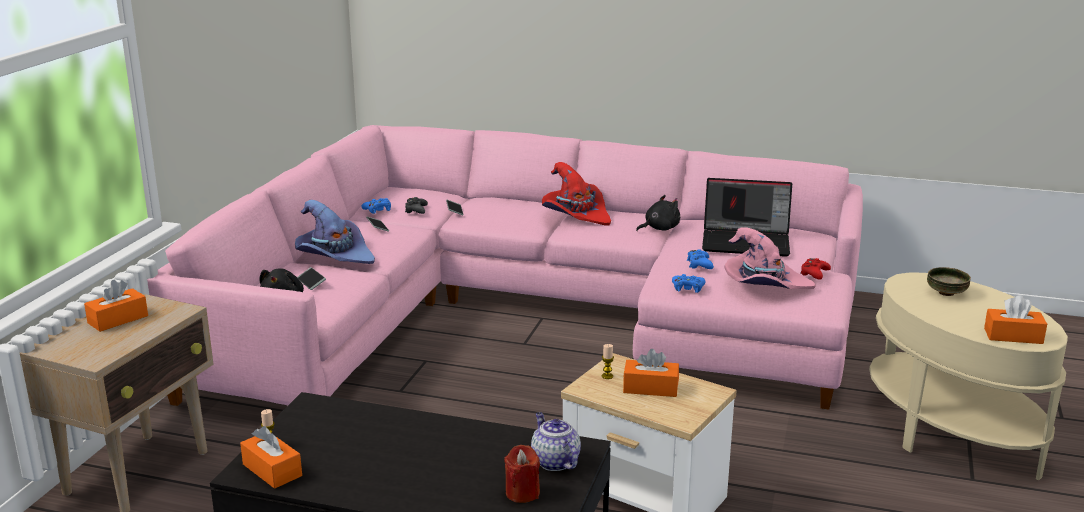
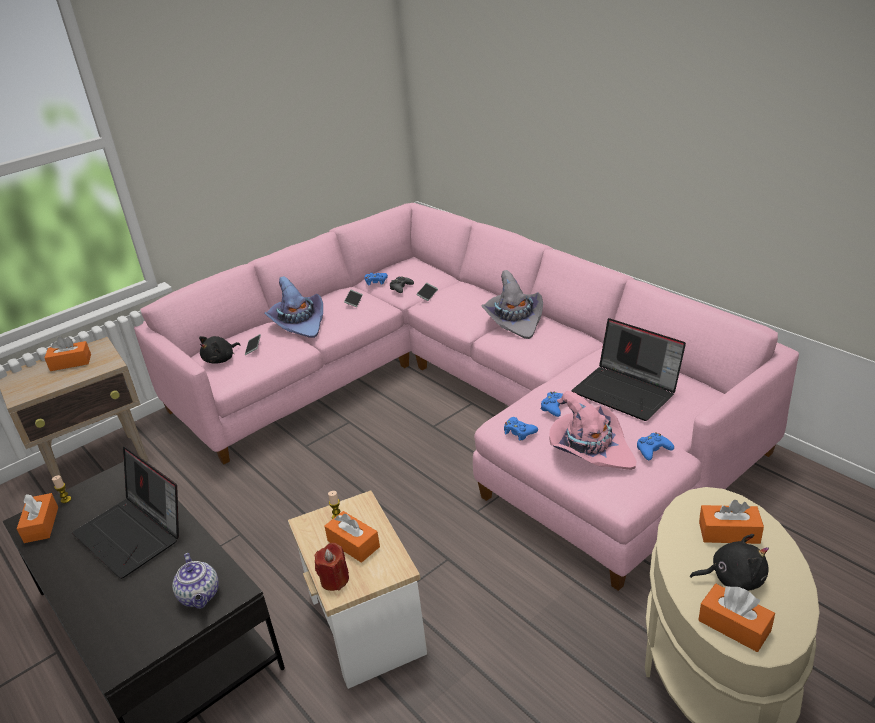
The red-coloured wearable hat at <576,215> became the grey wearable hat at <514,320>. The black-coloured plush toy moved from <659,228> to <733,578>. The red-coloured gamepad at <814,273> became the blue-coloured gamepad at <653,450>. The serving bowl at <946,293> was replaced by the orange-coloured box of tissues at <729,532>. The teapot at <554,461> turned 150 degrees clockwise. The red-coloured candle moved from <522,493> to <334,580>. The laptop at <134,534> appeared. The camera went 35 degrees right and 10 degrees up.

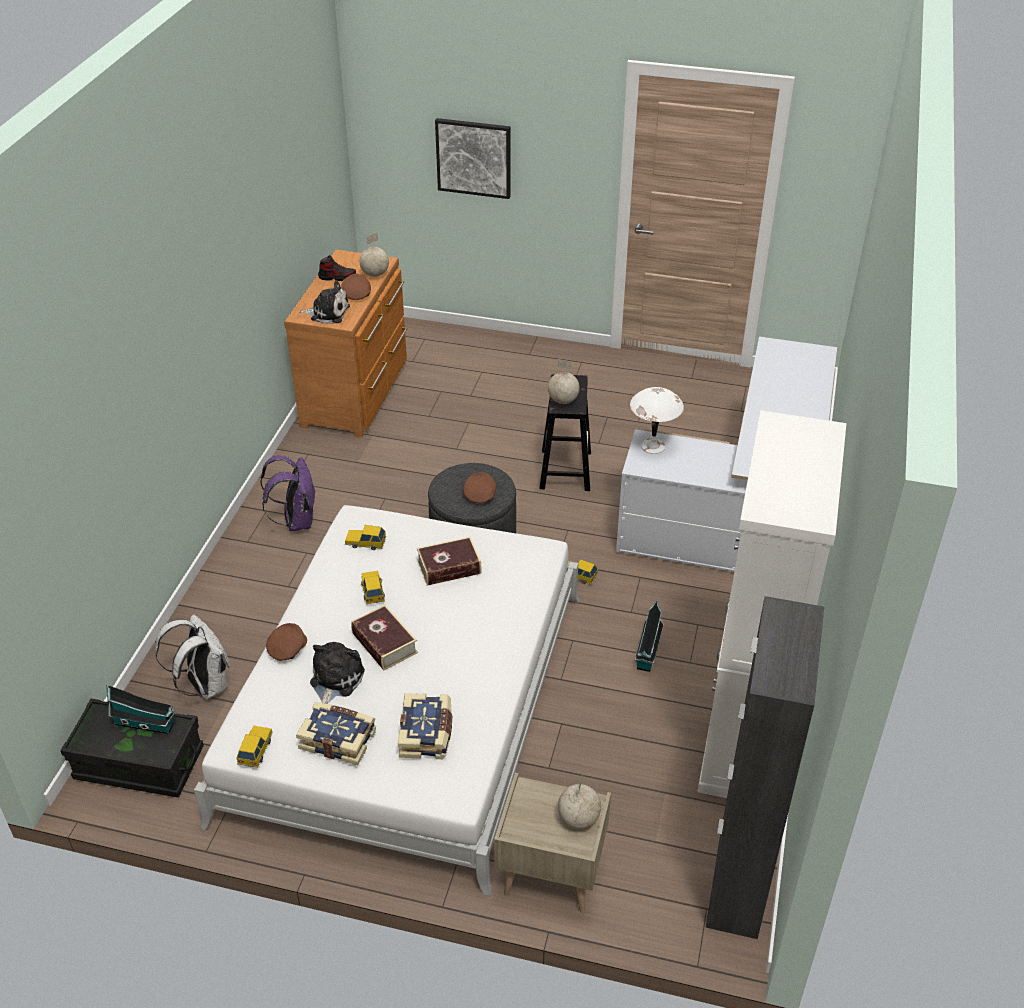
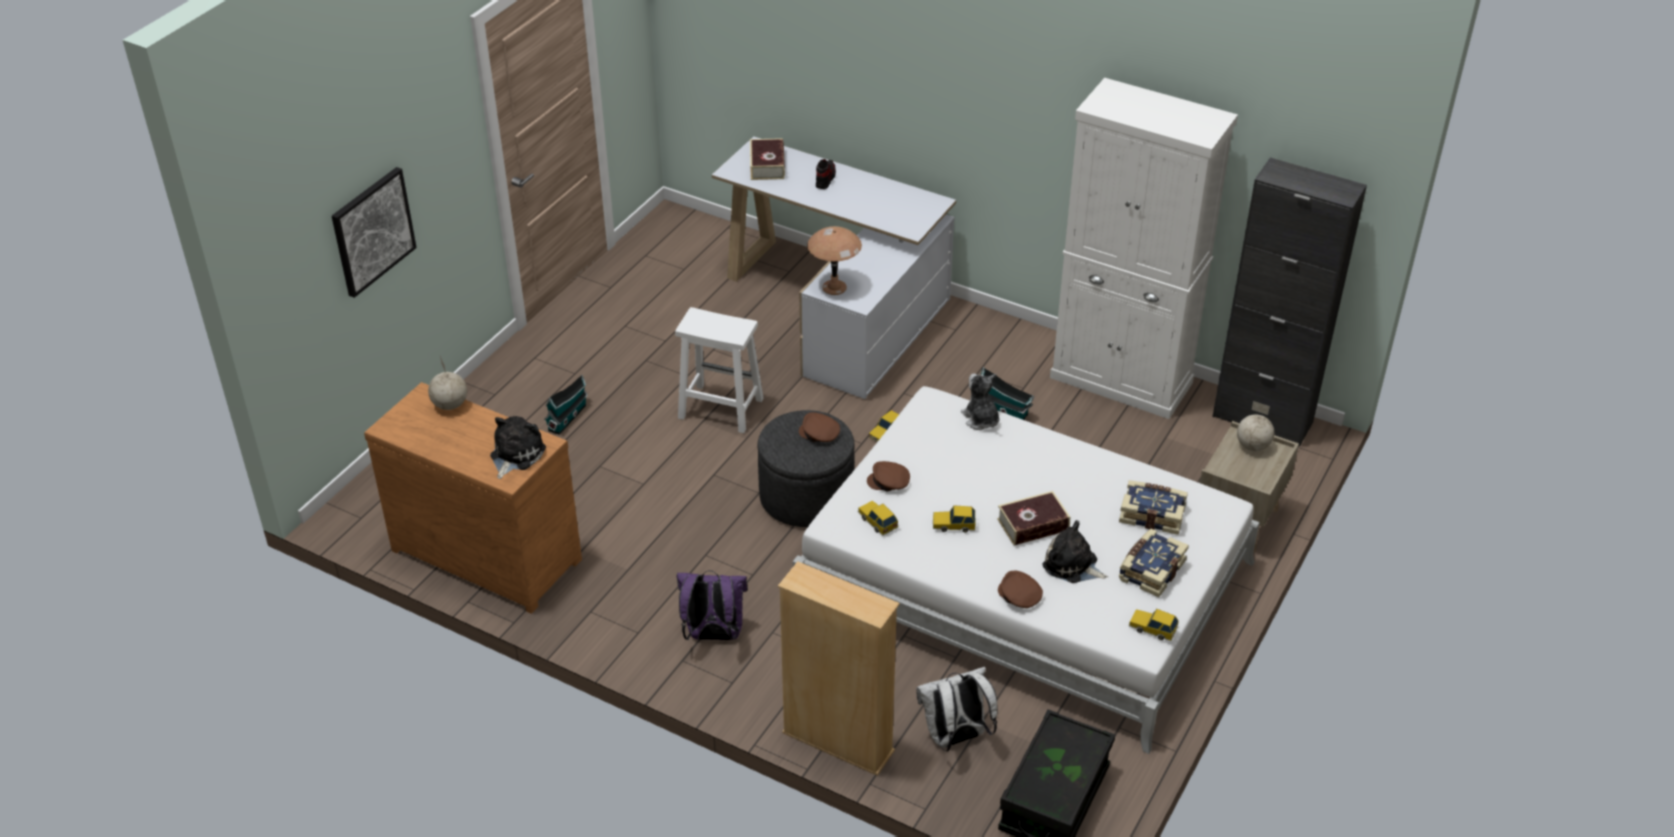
The low shoe moved from <337,277> to <825,178>. The brownish peaked cap moved from <356,293> to <889,482>. The globe at <563,401> disappeared. The black-coloured sitting stool at <565,469> became the whitish sitting stool at <719,408>. The whitish tabletop lamp at <653,446> became the brownish tabletop lamp at <834,287>. The model car at <365,542> turned 120 degrees clockwise. The volume moved from <449,567> to <767,165>. The miniature house moved from <147,724> to <568,417>. The plush toy at <981,419> appeared. The sand-coloured shelving unit at <838,742> appeared. The camera went 75 degrees left and 0 degrees up.

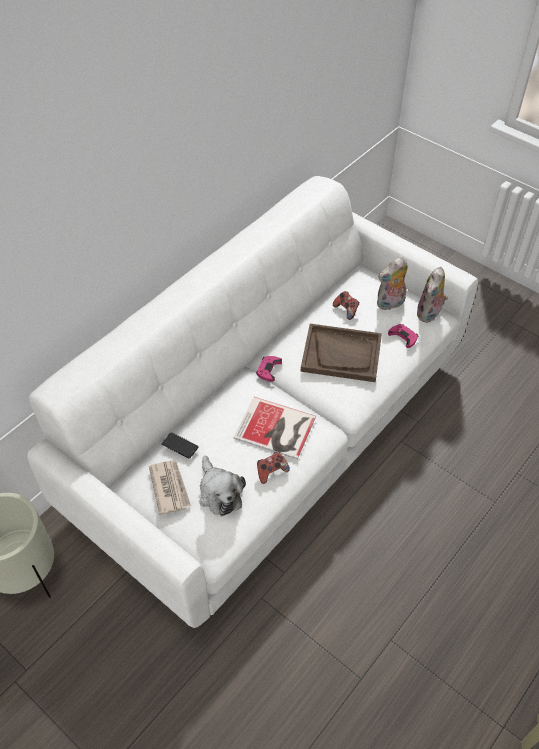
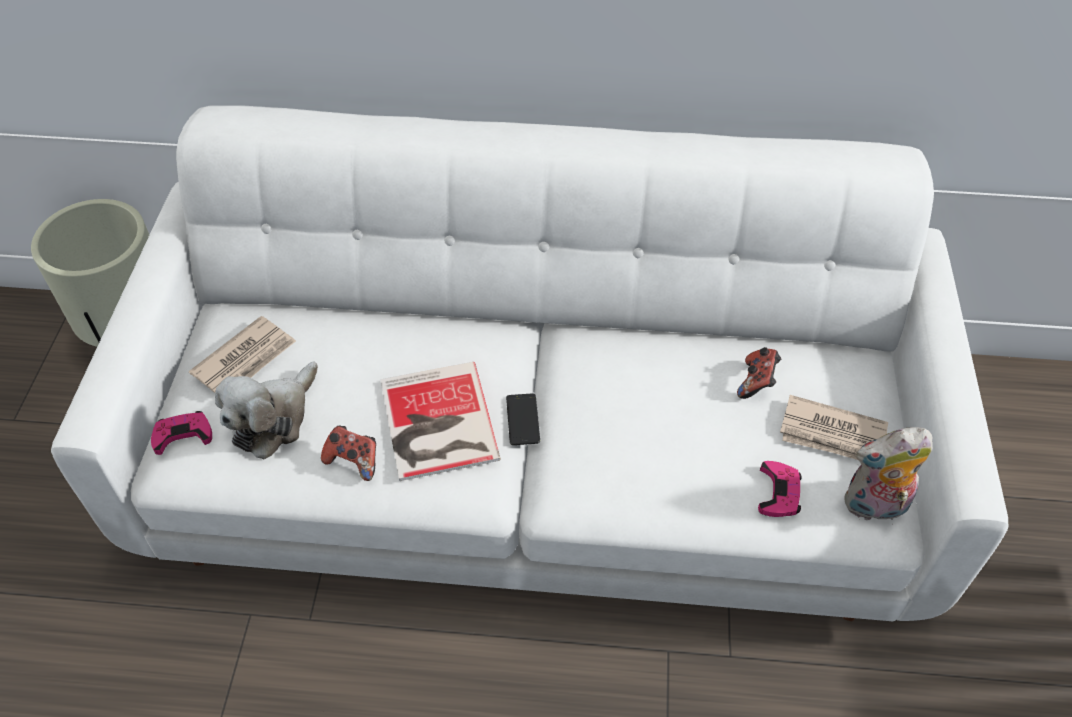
The plush toy at <390,304> was replaced by the printed paper at <833,435>. The brownish carrying tray at <341,354> disappeared. The pink-coloured gamepad moved from <268,369> to <183,435>. The handset moved from <180,445> to <523,419>. The camera went 55 degrees right and 0 degrees up.

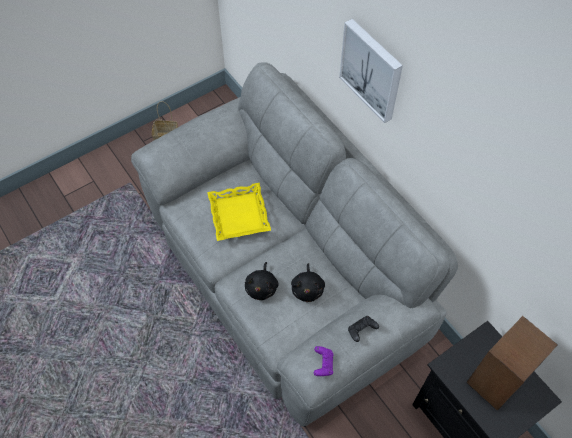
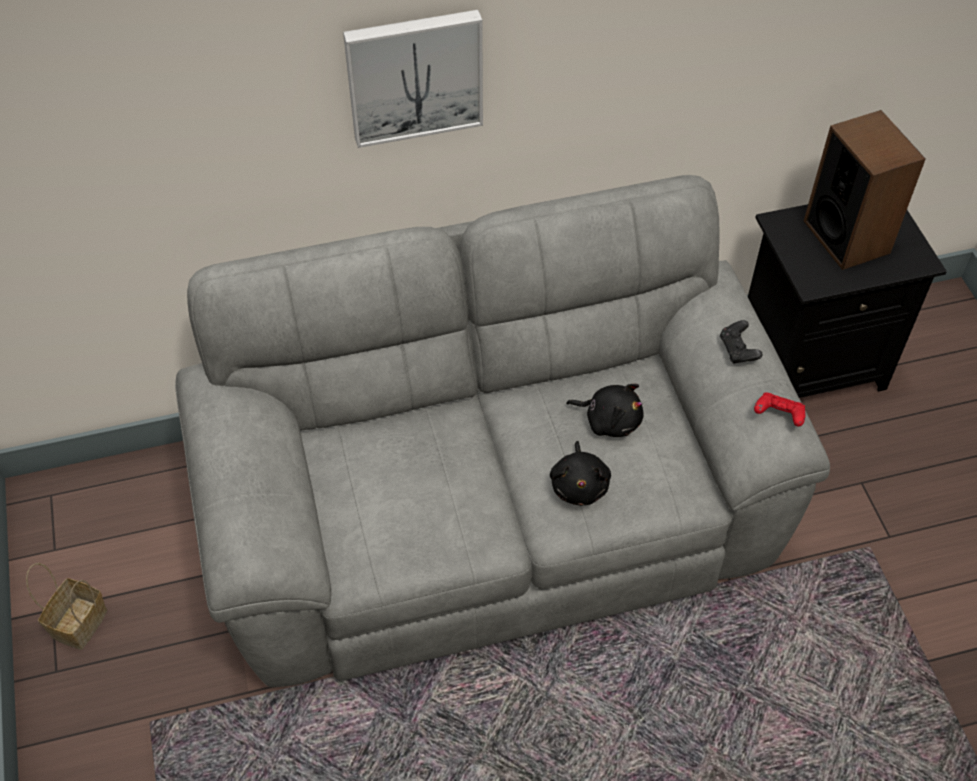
The yellow carrying tray at <239,215> disappeared. The black-coloured plush toy at <262,287> turned 60 degrees clockwise. The purple gamepad at <323,364> became the red-coloured gamepad at <778,415>. The camera went 70 degrees left and 5 degrees down.

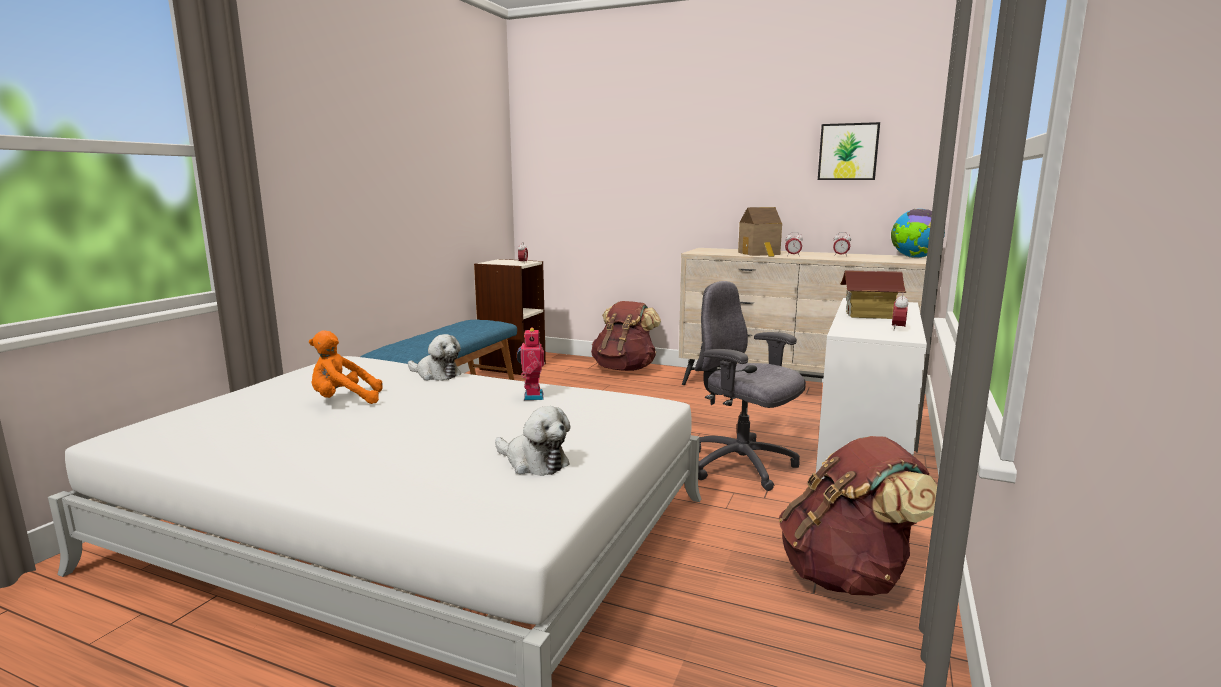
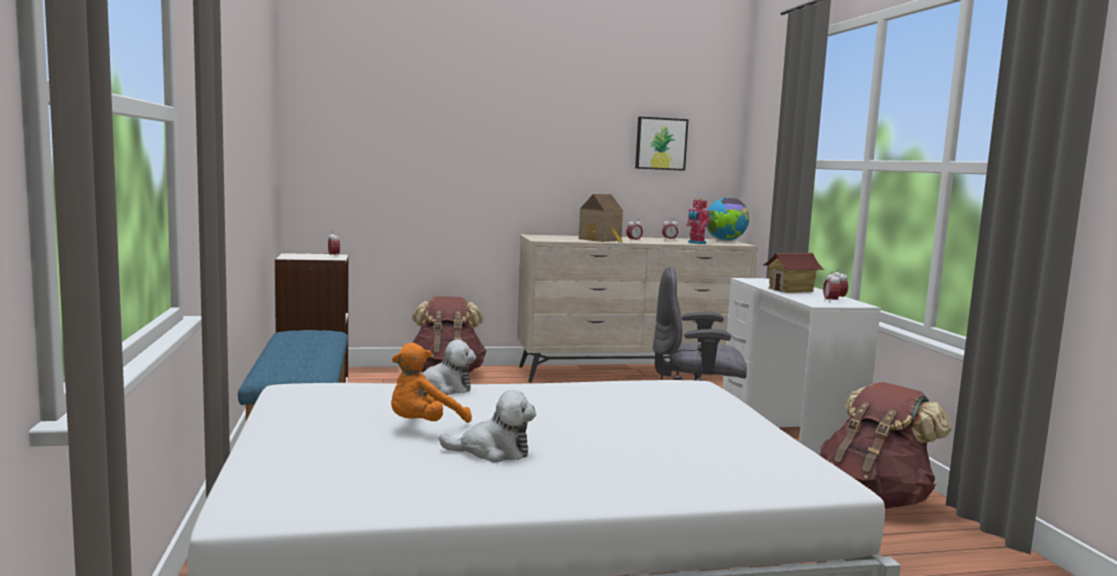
The toy robot moved from <531,396> to <696,243>. The plush toy moved from <533,462> to <493,451>. The table clock at <830,302> appeared. The camera went 35 degrees left and 5 degrees down.

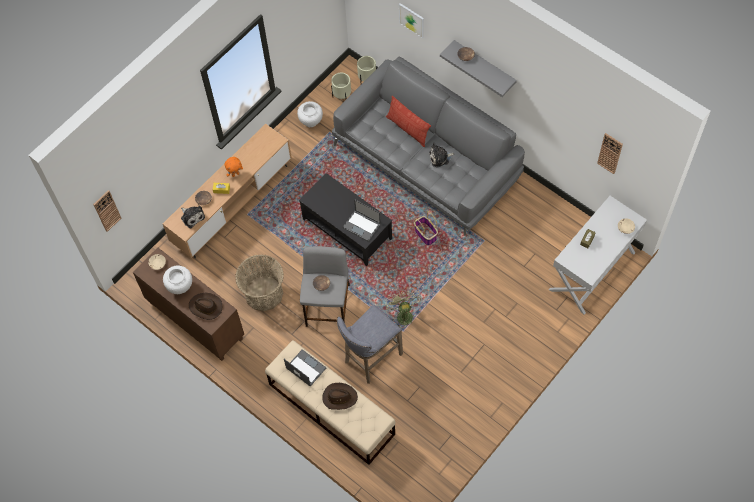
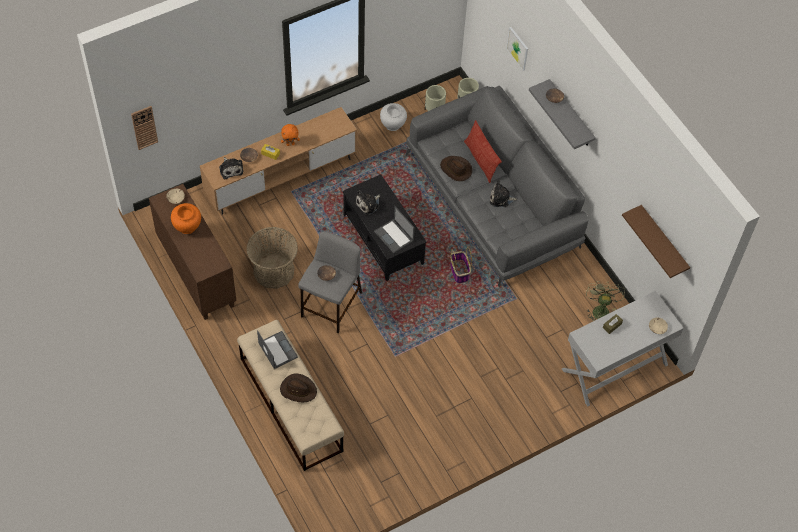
The hanging clock at <610,153> was replaced by the brownish wall shelf at <663,242>. The whitish flower vase at <180,287> became the orange-coloured flower vase at <187,228>. The green-coloured cooling fan moved from <403,314> to <600,309>. The brownish wearable hat moved from <205,307> to <455,169>. The grey sitting stool at <371,359> disappeared. The plush toy at <368,204> appeared. The camera went 15 degrees right and 5 degrees down.

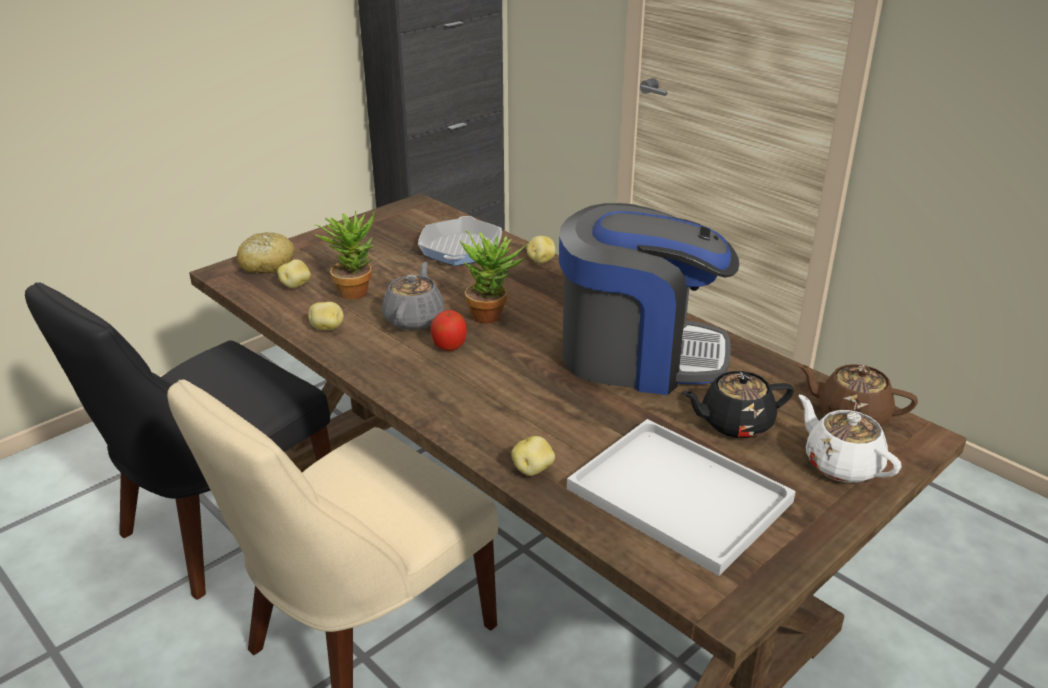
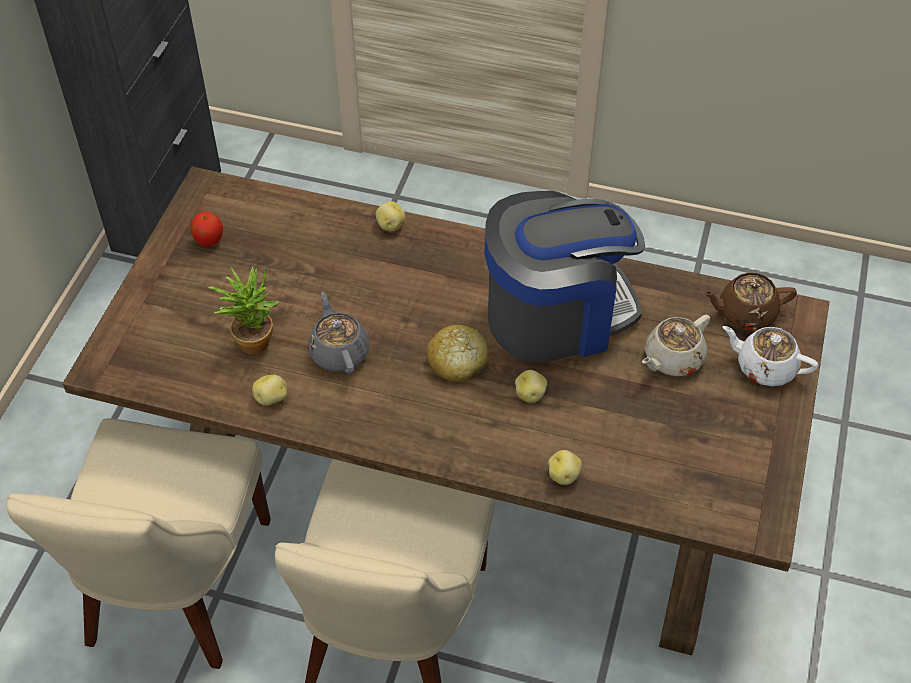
The frying pan at <461,248> disappeared. The plant in a pot at <493,315> disappeared. The bakery bread moved from <267,264> to <457,361>. The potato moved from <296,285> to <530,394>. The black-coloured chair at <221,526> became the sand-coloured chair at <174,589>. The apple fruit moved from <449,346> to <209,240>. The black-coloured teapot at <734,423> became the sand-coloured teapot at <672,359>. The whitish carrying tray at <683,496> disappeared. The camera went 30 degrees left and 20 degrees up.

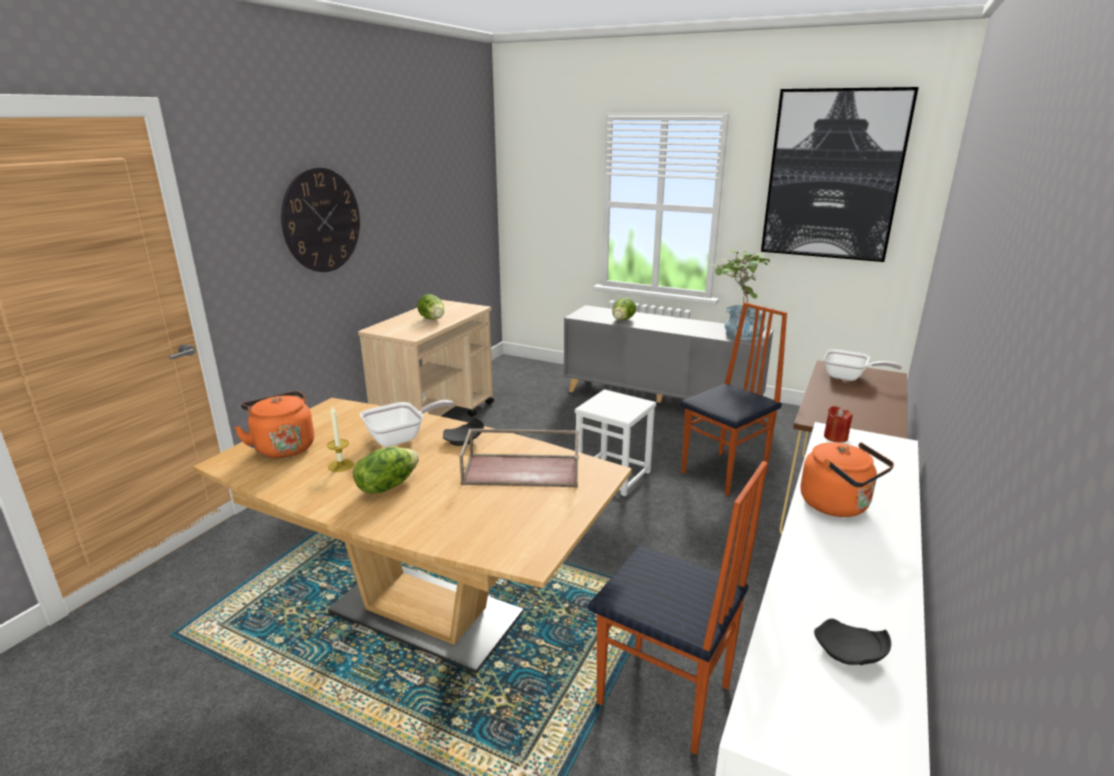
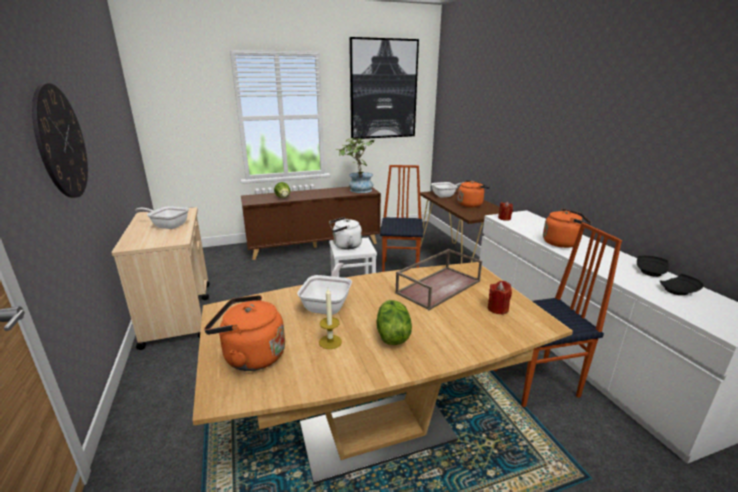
The lettuce head at <433,319> was replaced by the frying pan at <168,226>. The grey cabinet at <661,399> became the brownish cabinet at <314,245>. The black-coloured dinner plate moved from <464,440> to <651,272>. The orange-coloured kettle at <471,204> appeared. The whitish kettle at <345,246> appeared. The red-coloured candle at <497,309> appeared. The camera went 45 degrees left and 0 degrees up.

